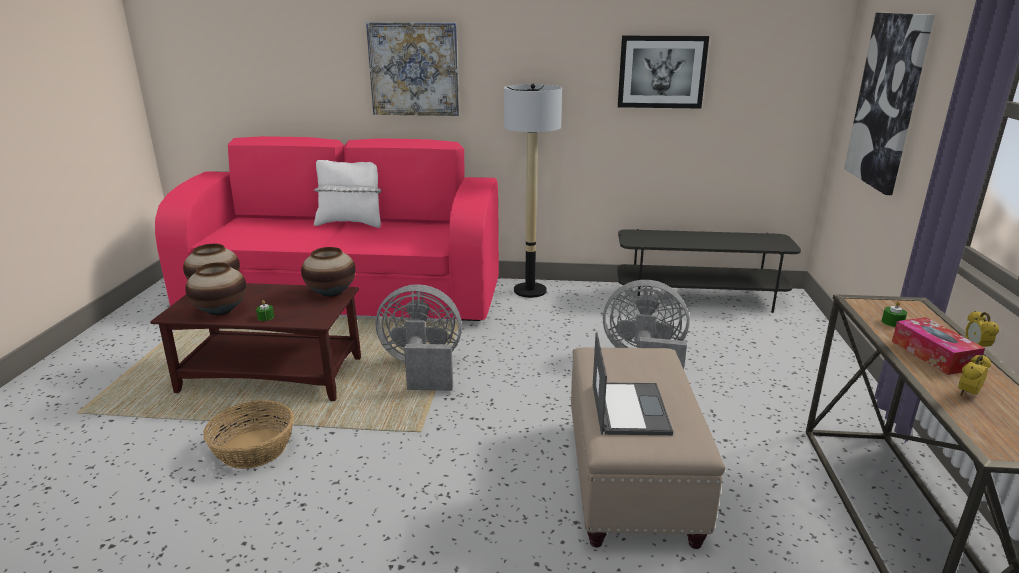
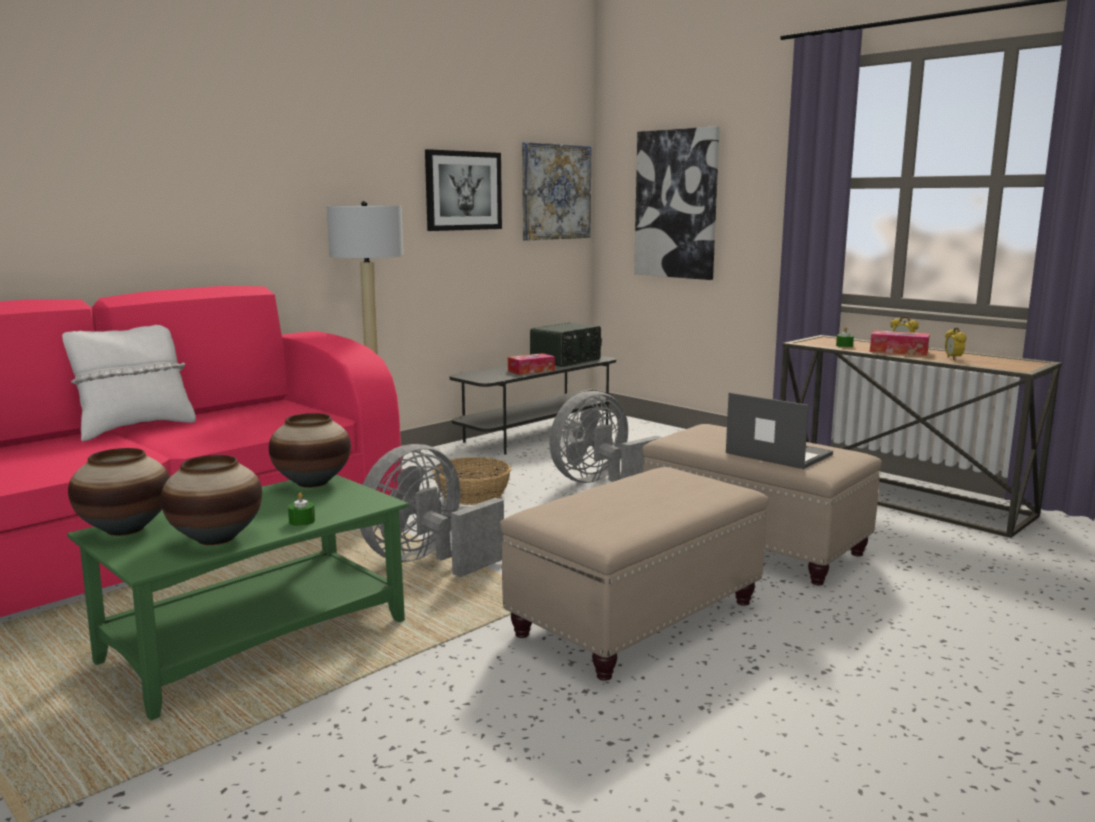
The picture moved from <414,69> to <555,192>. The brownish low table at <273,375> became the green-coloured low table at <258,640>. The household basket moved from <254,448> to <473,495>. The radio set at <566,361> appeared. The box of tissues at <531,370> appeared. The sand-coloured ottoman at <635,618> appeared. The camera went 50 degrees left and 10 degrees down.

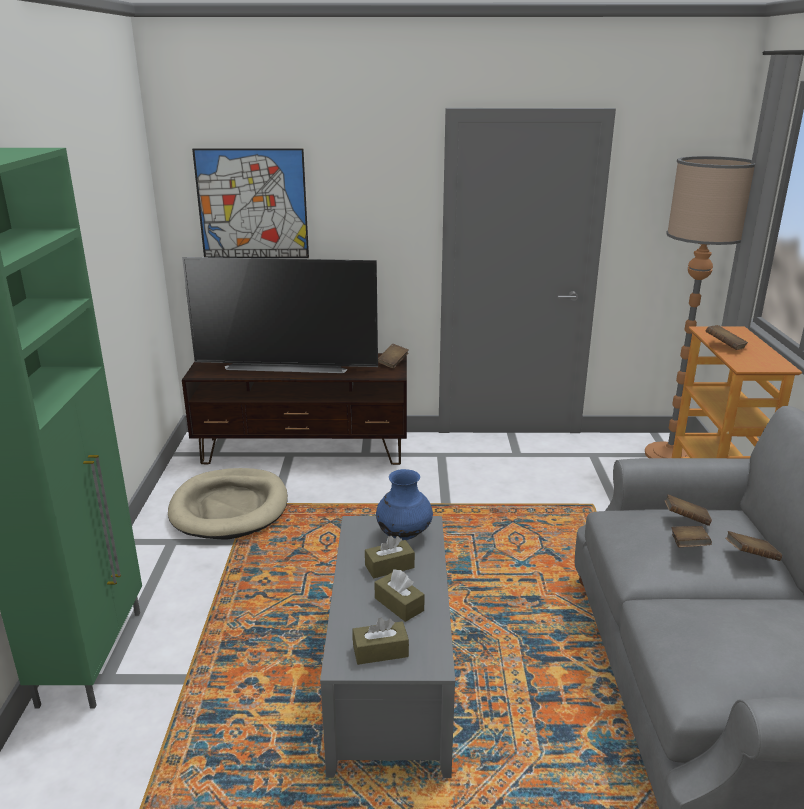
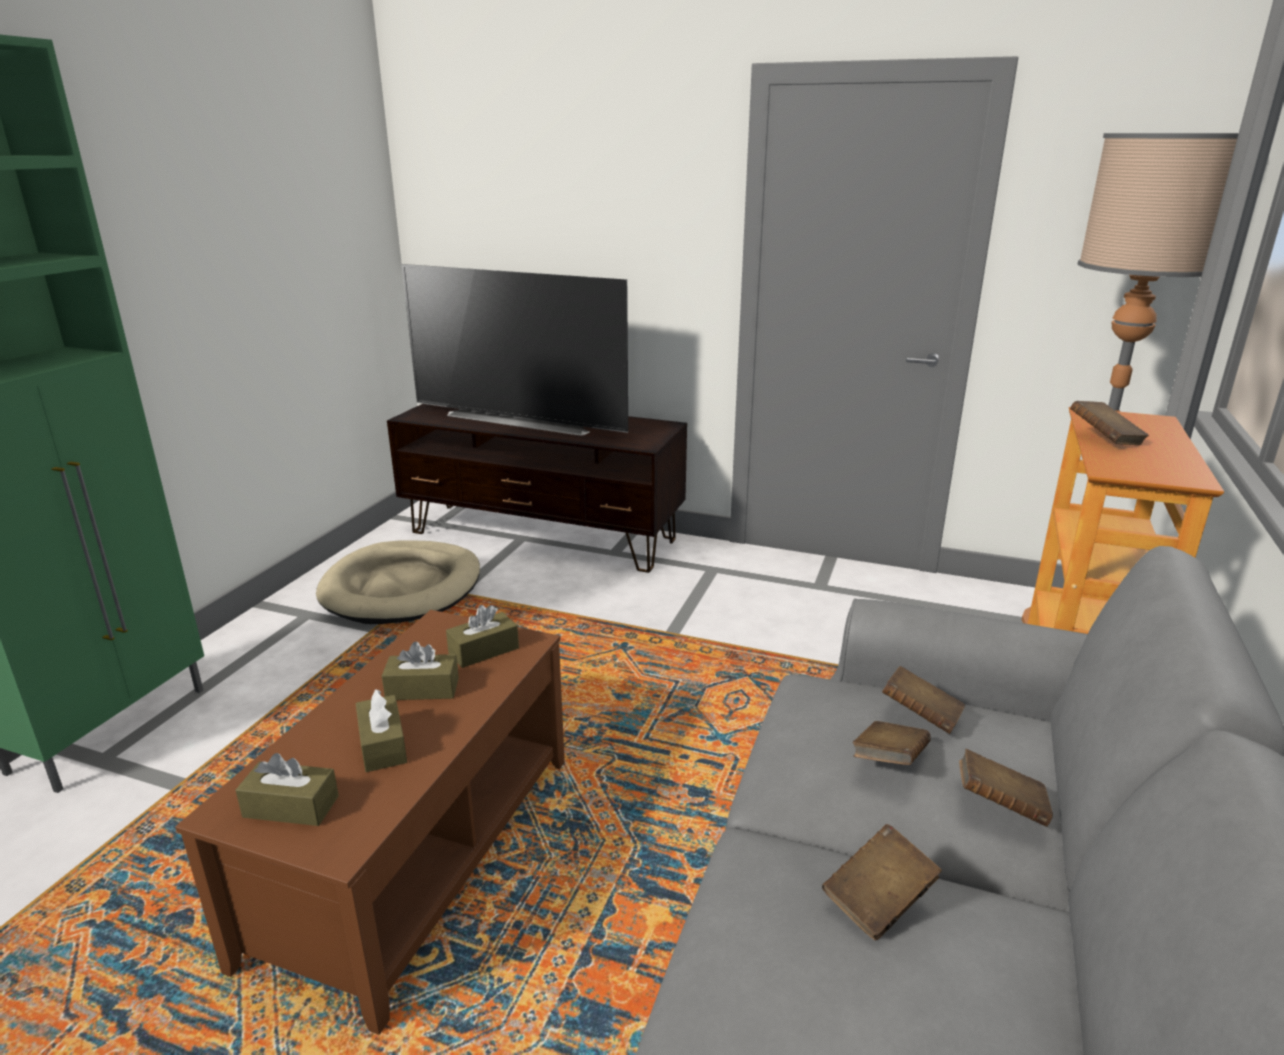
The picture at <252,204> disappeared. The brownish volume moved from <393,363> to <878,900>. The blue-coloured flower vase at <404,535> was replaced by the brownish box of tissues at <483,650>. The grey low table at <391,678> became the brownish low table at <418,855>. The camera went 20 degrees right and 0 degrees up.

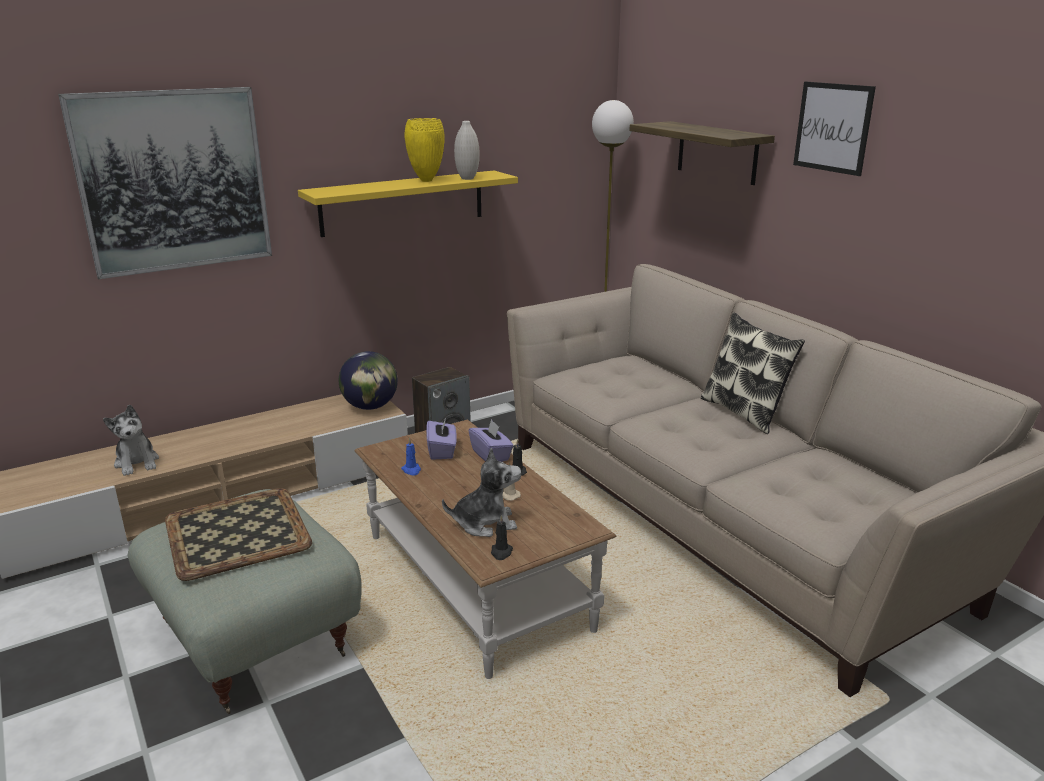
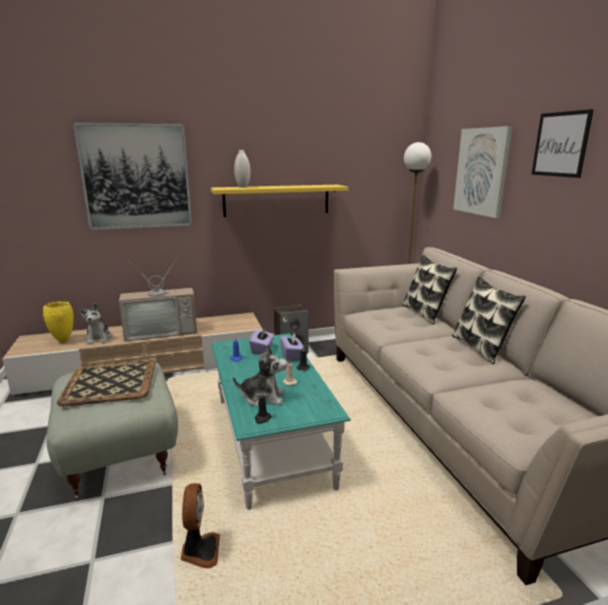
The yellow flower vase moved from <426,181> to <63,341>. The whitish flower vase moved from <467,178> to <243,187>. The wall shelf at <717,152> was replaced by the picture at <482,171>. The globe at <370,407> disappeared. The brownish low table at <476,581> became the turquoise low table at <271,440>. The pillow at <425,313> appeared. The TV set at <162,331> appeared. The cooling fan at <200,551> appeared. The camera went 15 degrees right and 5 degrees down.

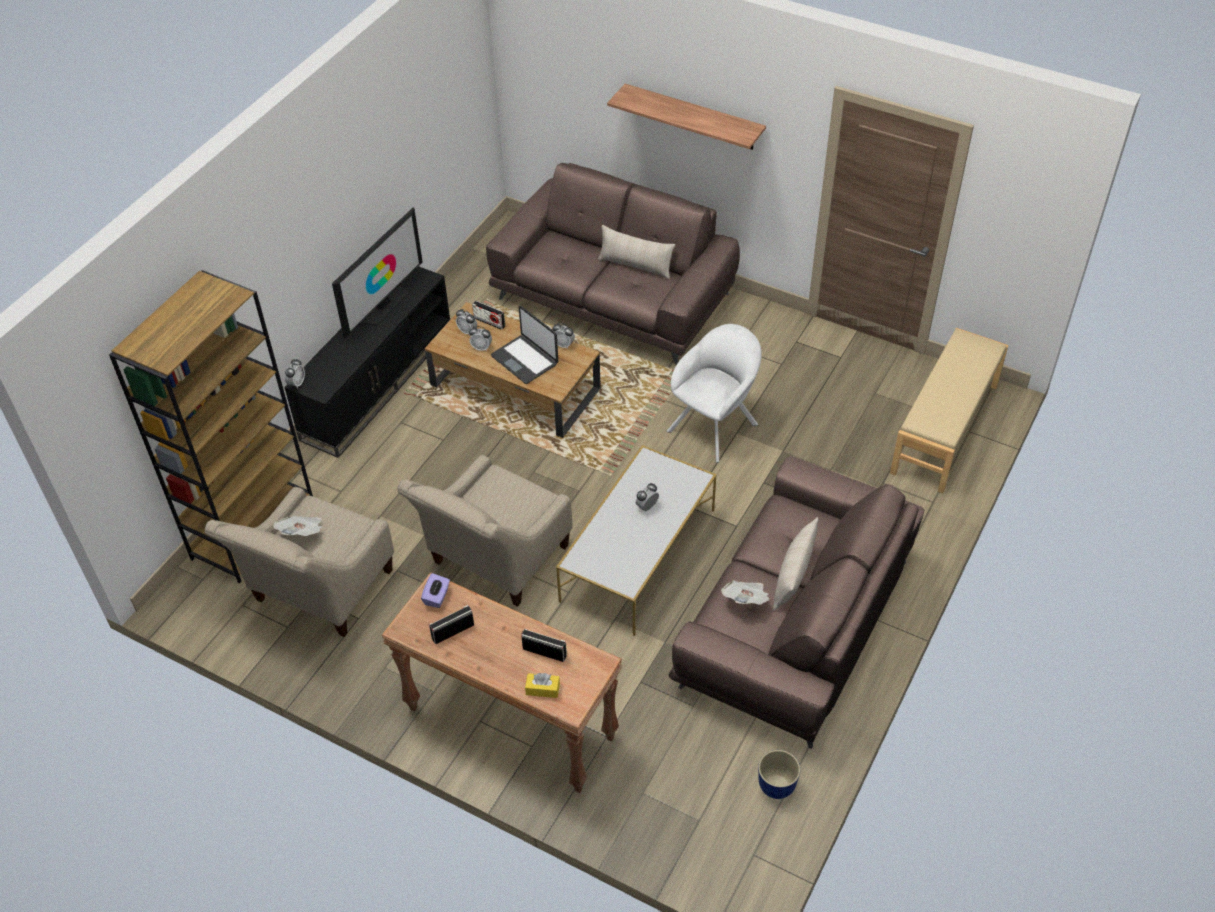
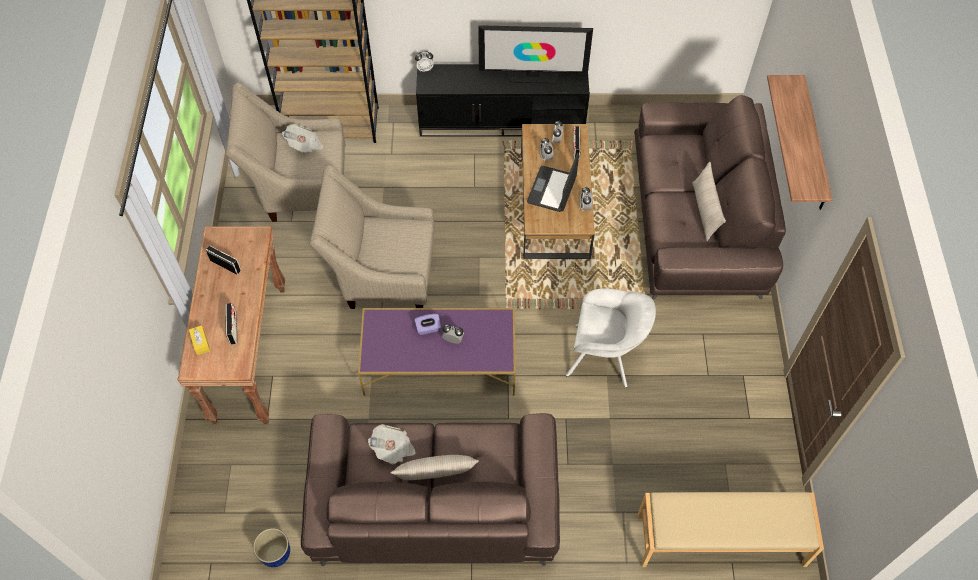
The whitish low table at <638,556> became the purple low table at <439,363>. The purple box of tissues moved from <437,597> to <428,328>. The camera went 60 degrees right and 10 degrees up.

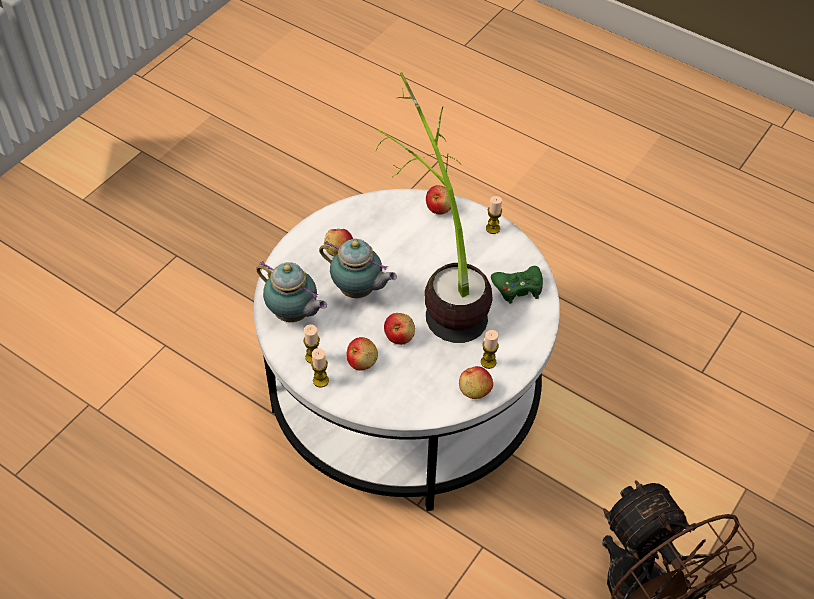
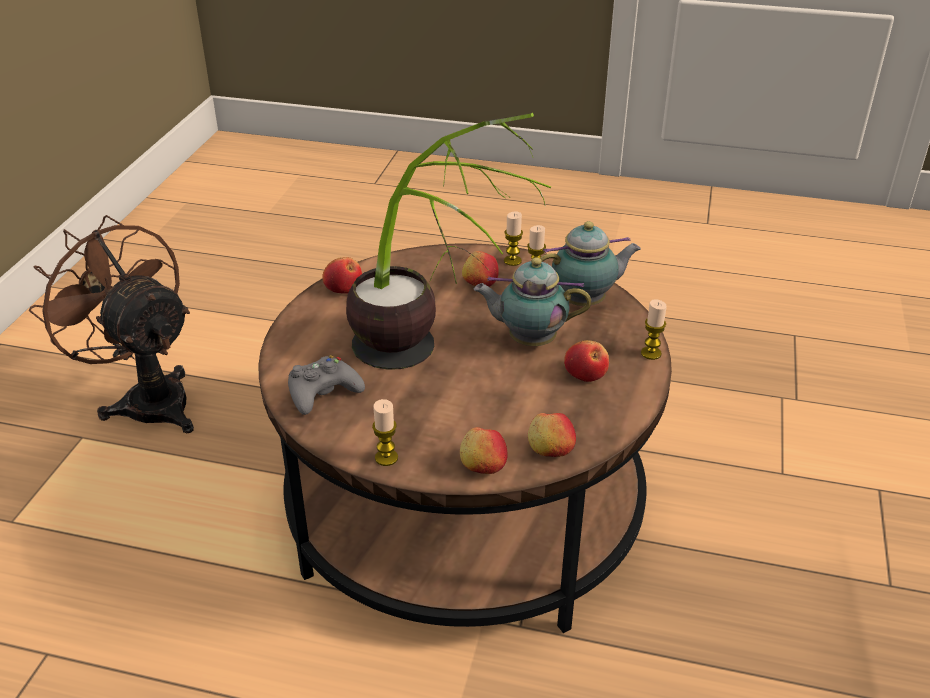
The whitish low table at <404,391> became the brownish low table at <465,506>. The teapot at <294,315> turned 150 degrees clockwise. The green-coloured gamepad at <518,288> became the grey gamepad at <323,392>. The apple fruit moved from <399,335> to <550,450>. The candle moved from <488,362> to <651,353>. The camera went 160 degrees right and 15 degrees down.

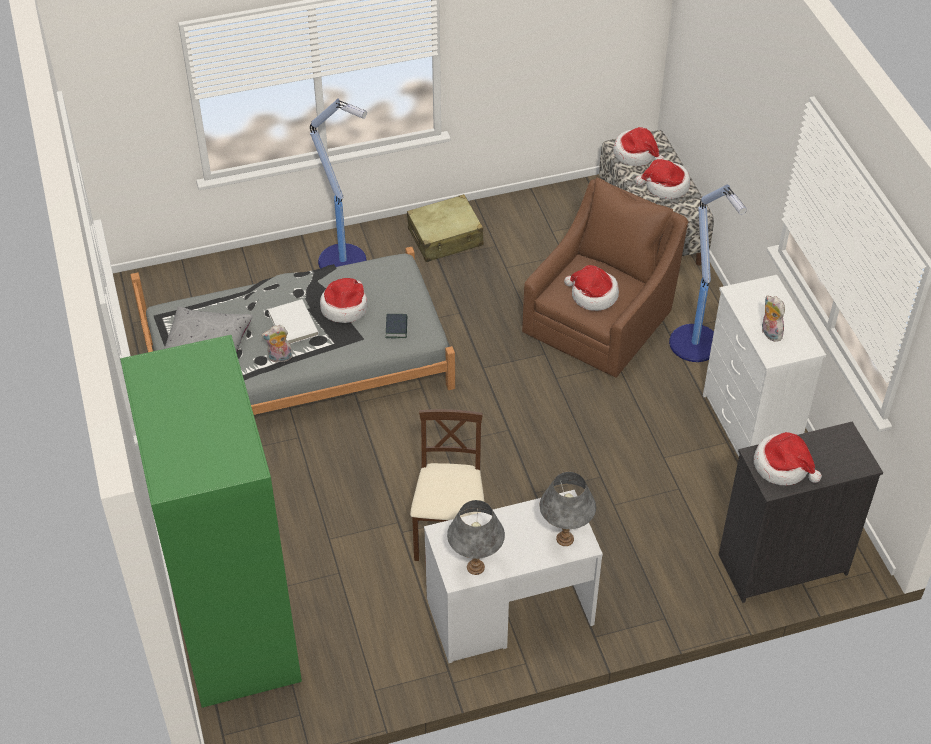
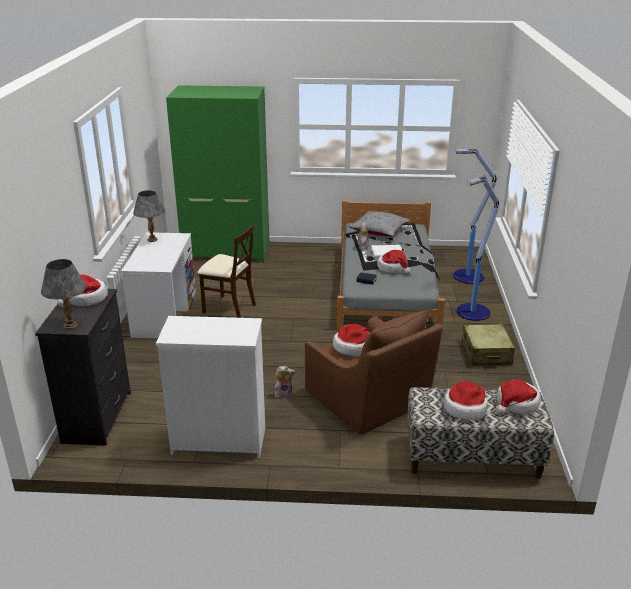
The standard lamp moved from <695,344> to <467,276>. The plush toy moved from <769,333> to <284,394>. The grey tabletop lamp moved from <565,538> to <70,326>. The camera went 110 degrees right and 20 degrees down.

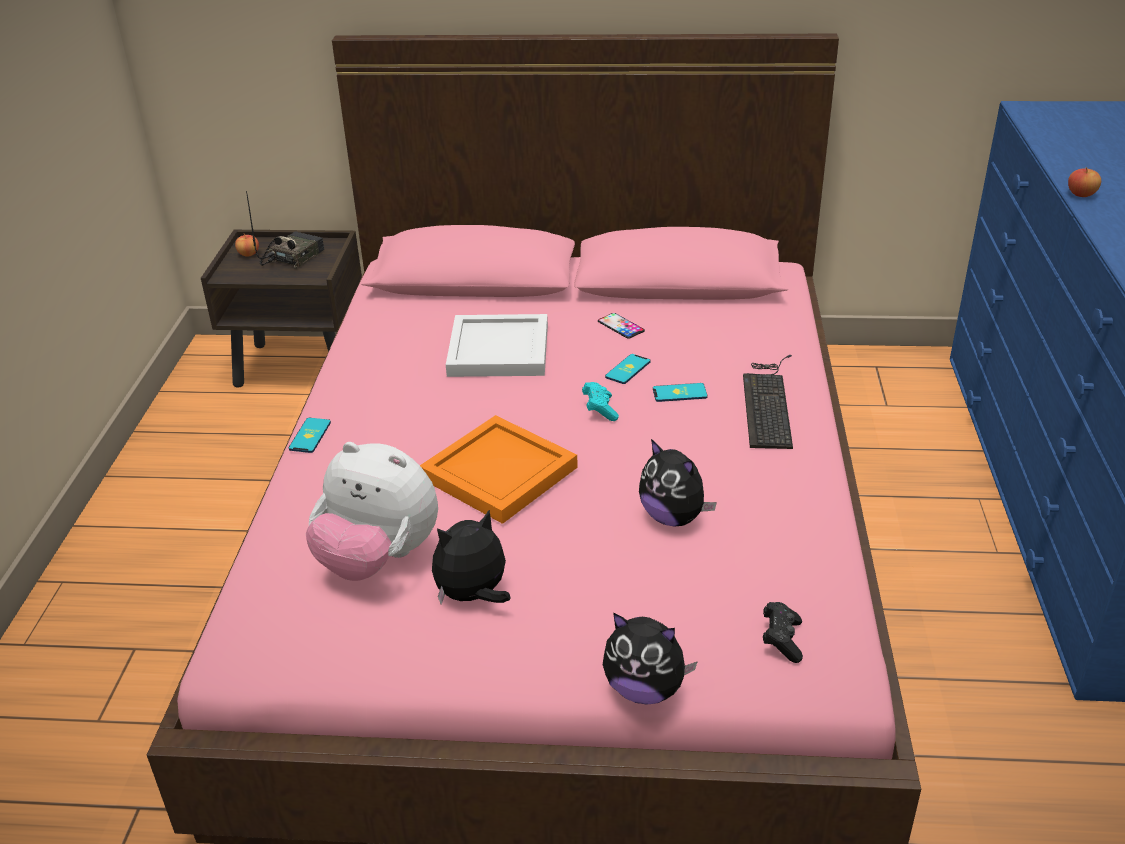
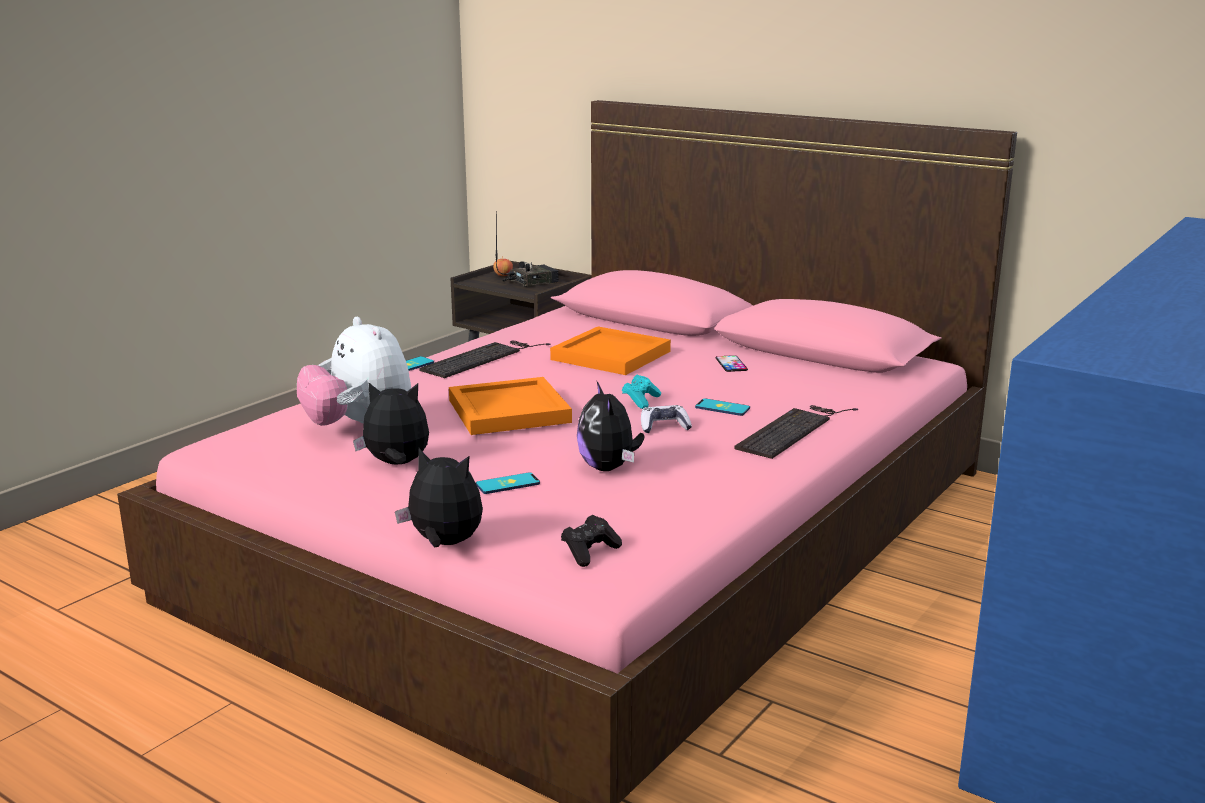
The apple fruit at <1081,194> disappeared. The whitish carrying tray at <500,349> became the orange-coloured carrying tray at <613,355>. The handset moved from <628,369> to <508,484>. The plush toy at <645,689> turned 150 degrees clockwise. The PC keyboard at <482,358> appeared. The gamepad at <664,427> appeared. The camera went 30 degrees right and 15 degrees down.

